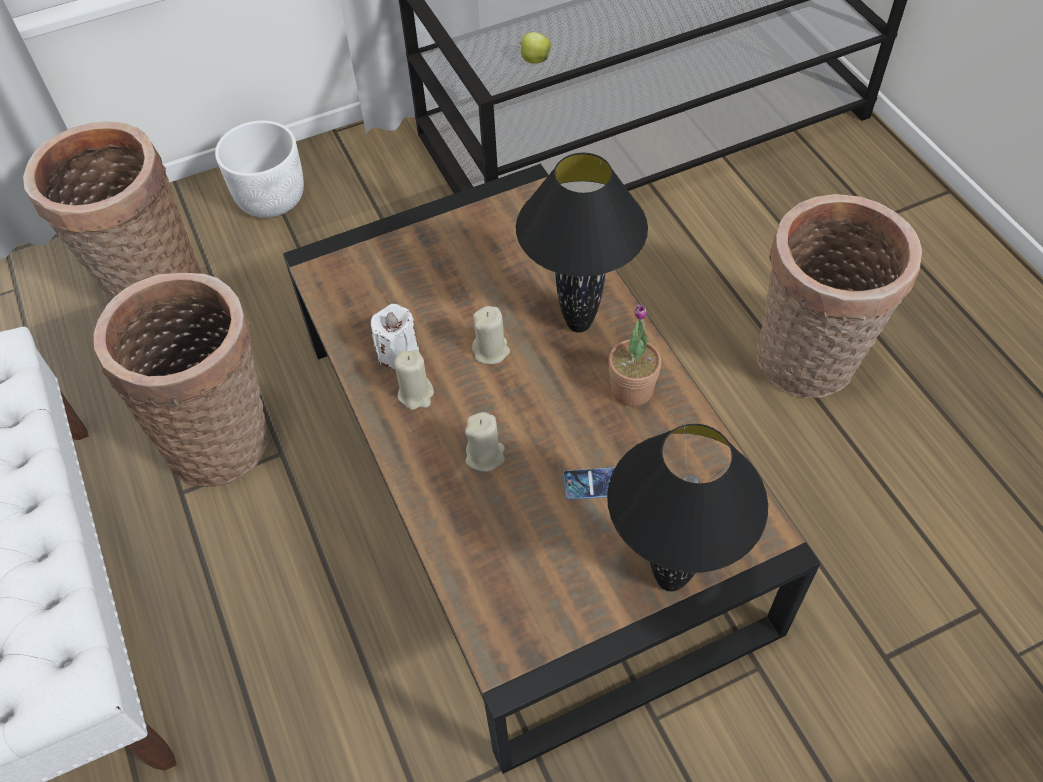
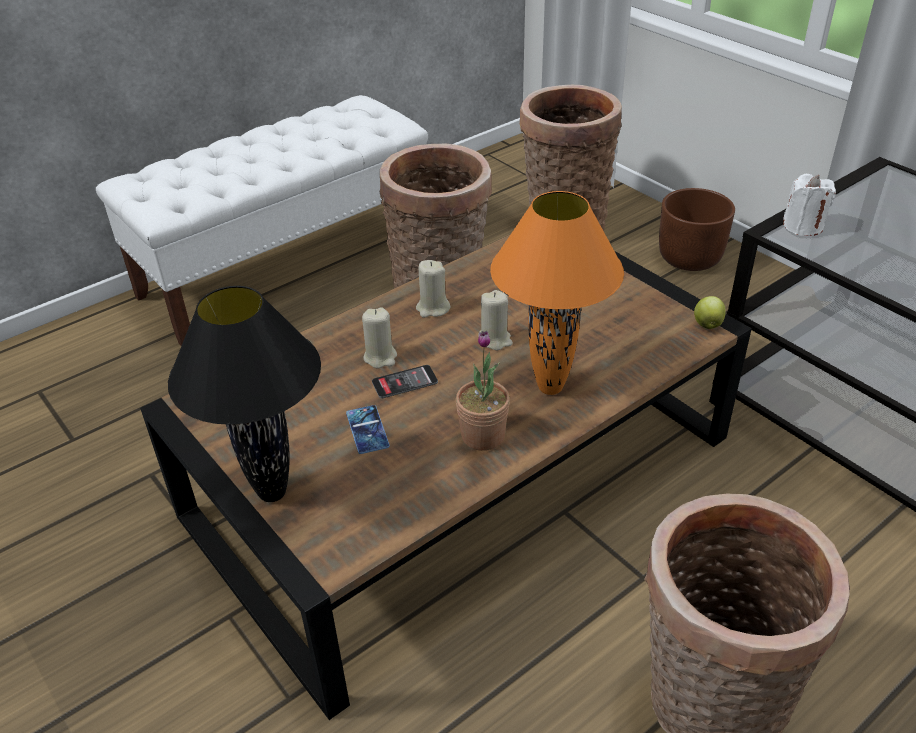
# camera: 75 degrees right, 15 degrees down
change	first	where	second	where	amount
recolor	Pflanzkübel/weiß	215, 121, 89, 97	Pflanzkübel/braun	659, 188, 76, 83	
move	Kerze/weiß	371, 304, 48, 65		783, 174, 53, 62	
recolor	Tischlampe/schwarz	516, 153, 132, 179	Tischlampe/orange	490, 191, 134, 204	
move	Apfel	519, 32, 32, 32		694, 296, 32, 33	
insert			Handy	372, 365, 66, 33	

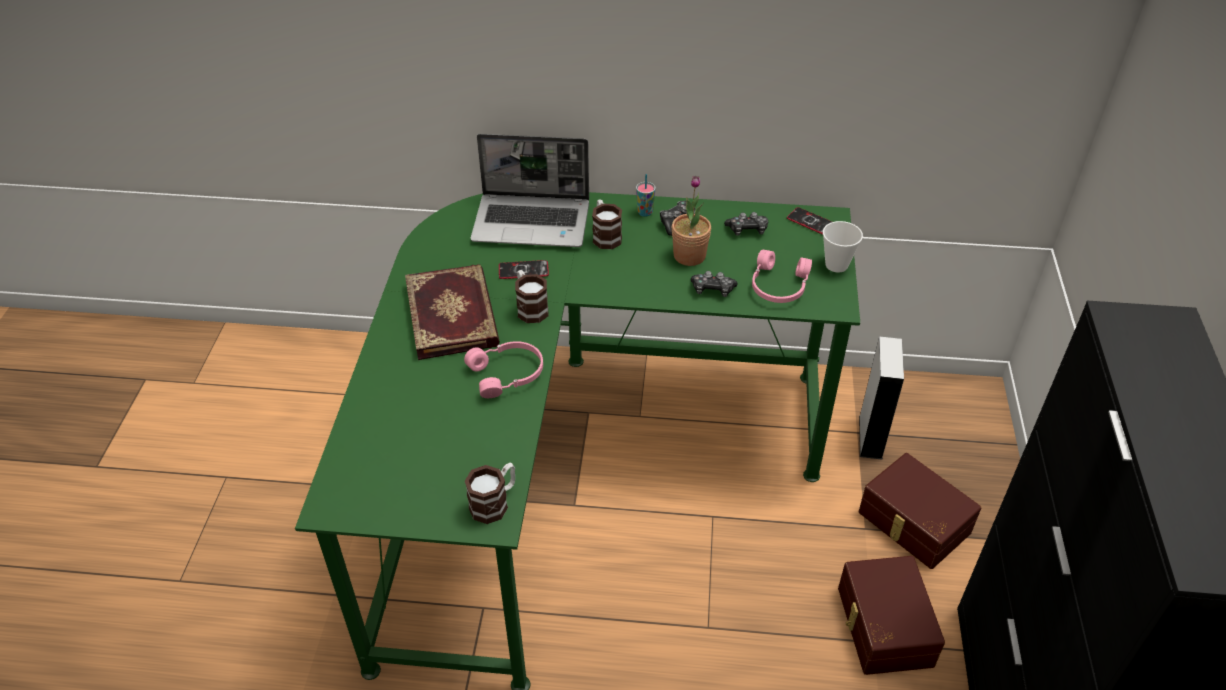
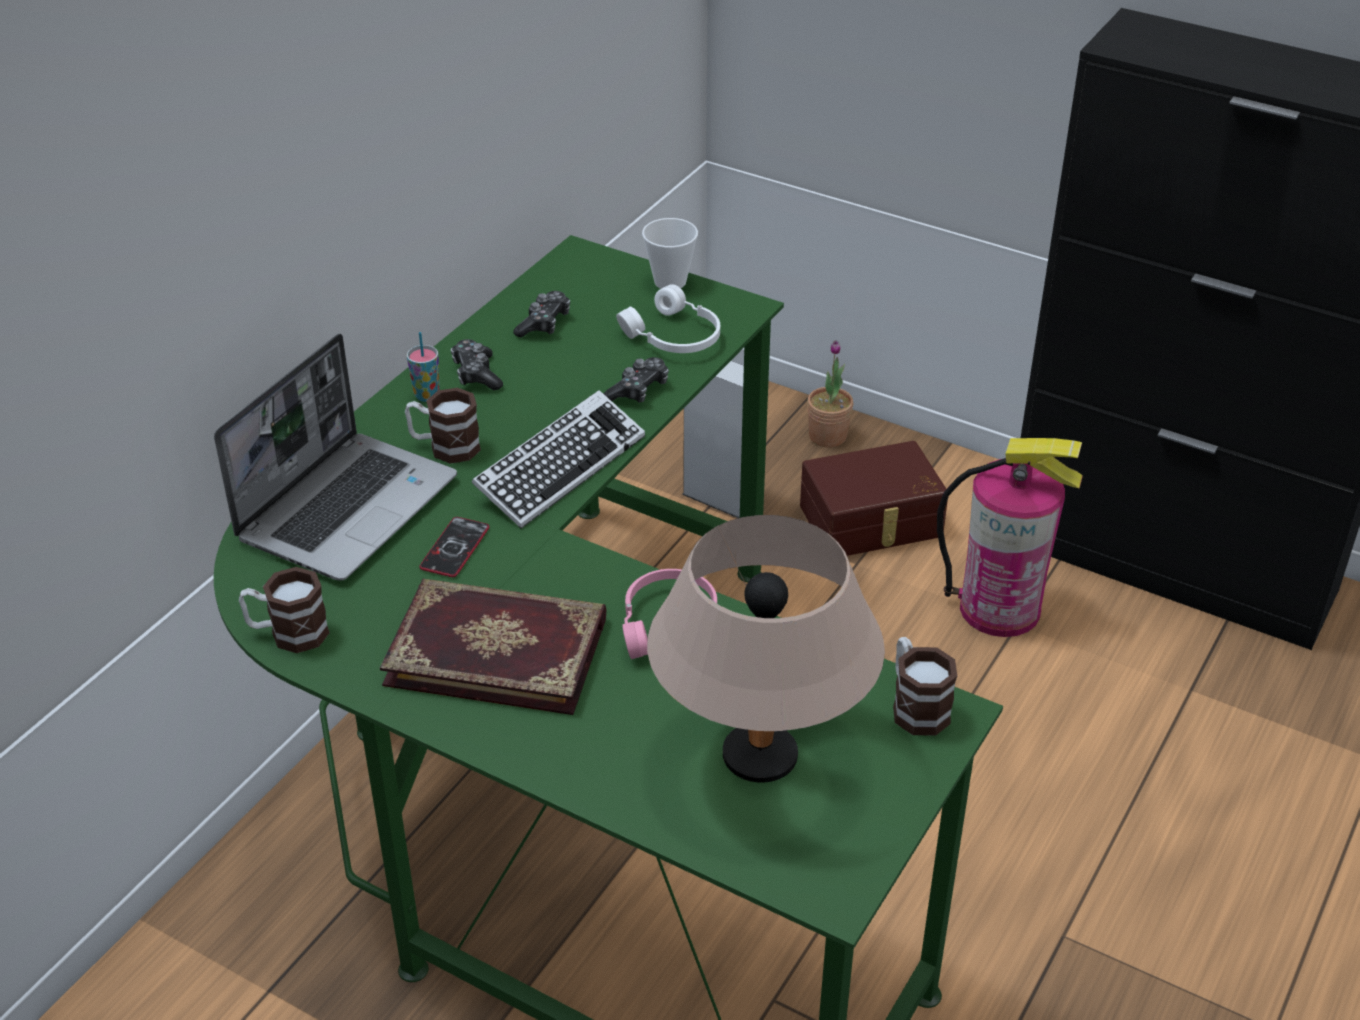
# camera: 65 degrees left, 5 degrees down
change	first	where	second	where	amount
move	Henkelbecher	515, 270, 34, 53		239, 567, 91, 86	
move	Topfpflanze	672, 175, 39, 91		807, 340, 46, 108	
recolor	Kopfhörer/rosa	752, 250, 60, 53	Kopfhörer/weiß	616, 284, 104, 69	
delete	Handy	787, 207, 45, 28			
replace	Aufbewahrungsbox/braun	838, 556, 107, 119	Feuerlöscher	937, 438, 146, 199	
insert			Tastatur	471, 390, 174, 138	
insert			Tischlampe/beige	647, 515, 238, 267	

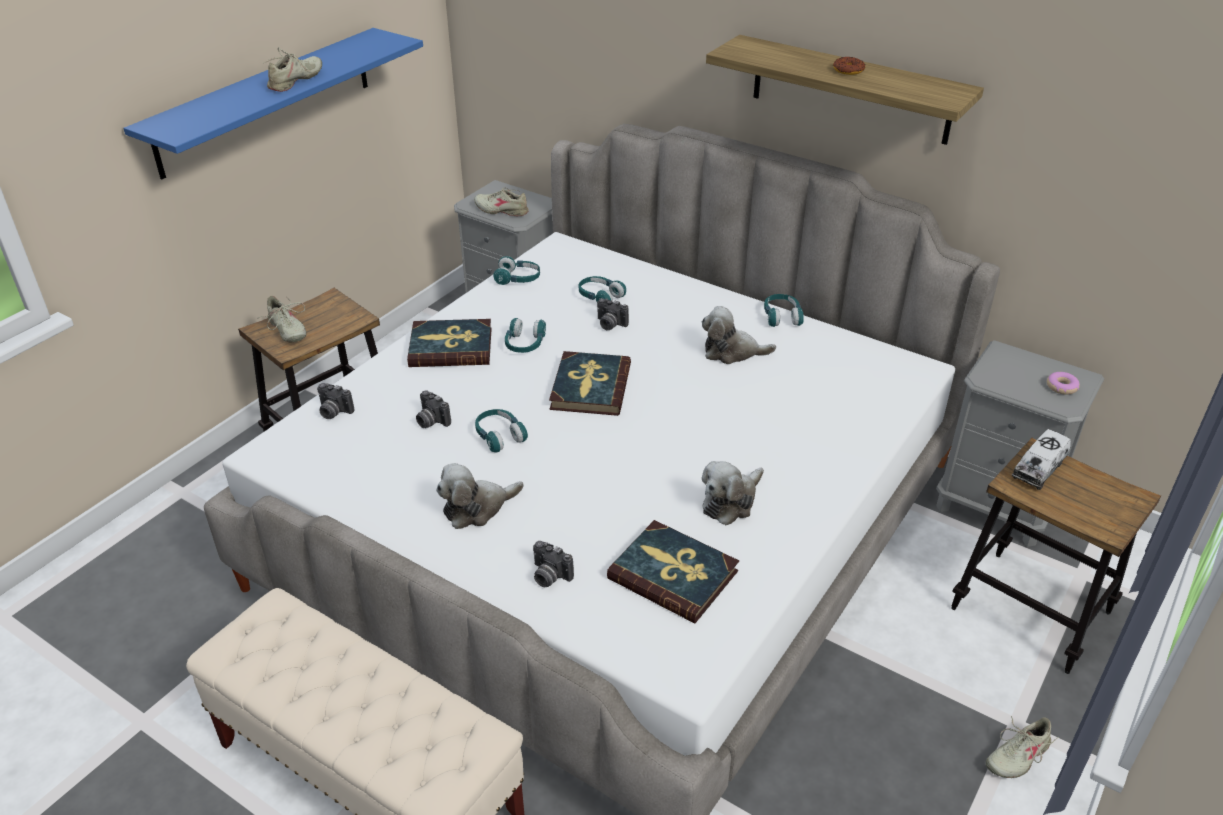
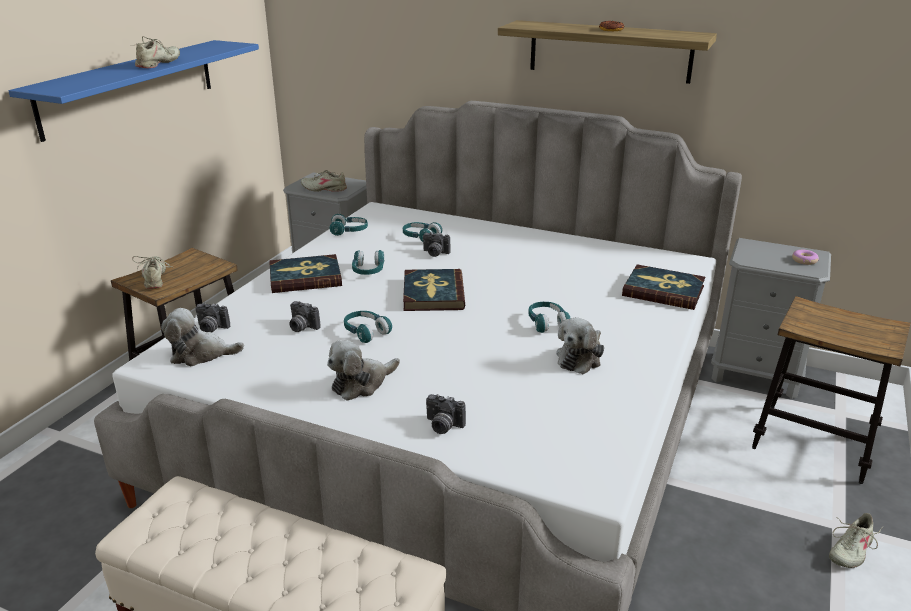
# camera: 10 degrees left, 10 degrees down
change	first	where	second	where	amount
rotate	Schuh/beige	258, 296, 49, 47		132, 256, 42, 33	150 degrees counterclockwise
move	Buch	607, 520, 132, 104		622, 264, 83, 46	
move	Plüschtier	702, 306, 74, 58		161, 308, 83, 58	
move	Kopfhörer/türkis	764, 294, 40, 33		528, 302, 43, 31	
delete	Spielzeuglaster	1012, 429, 59, 61			

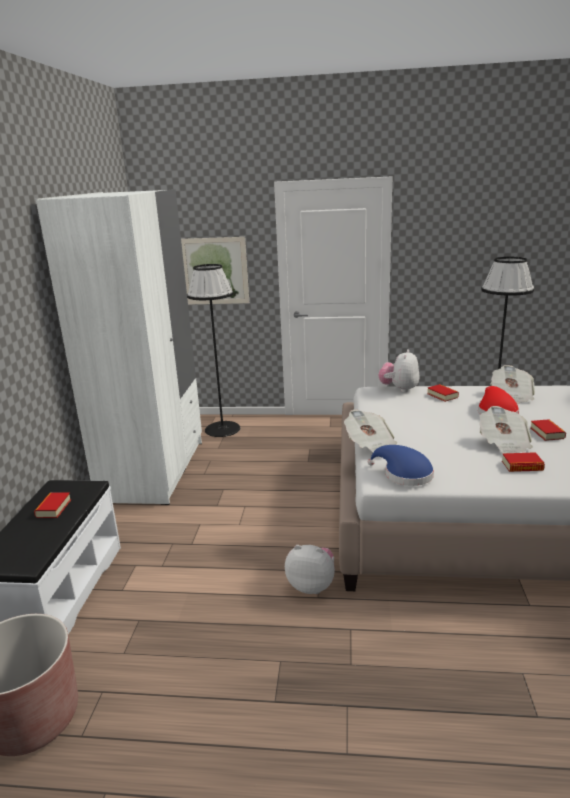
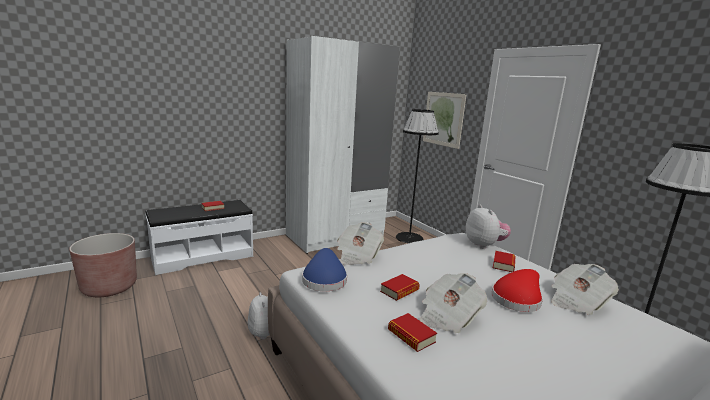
# camera: 50 degrees right, 5 degrees down
change	first	where	second	where	amount
rotate	Plüschtier	379, 349, 41, 43		465, 205, 46, 44	90 degrees clockwise
move	Buch	530, 419, 36, 22		380, 274, 40, 27	

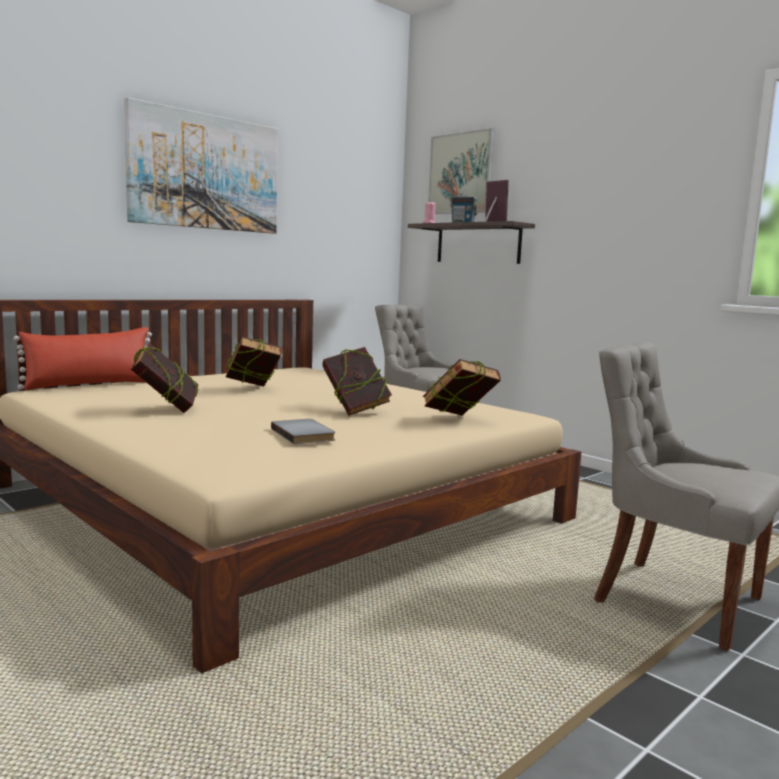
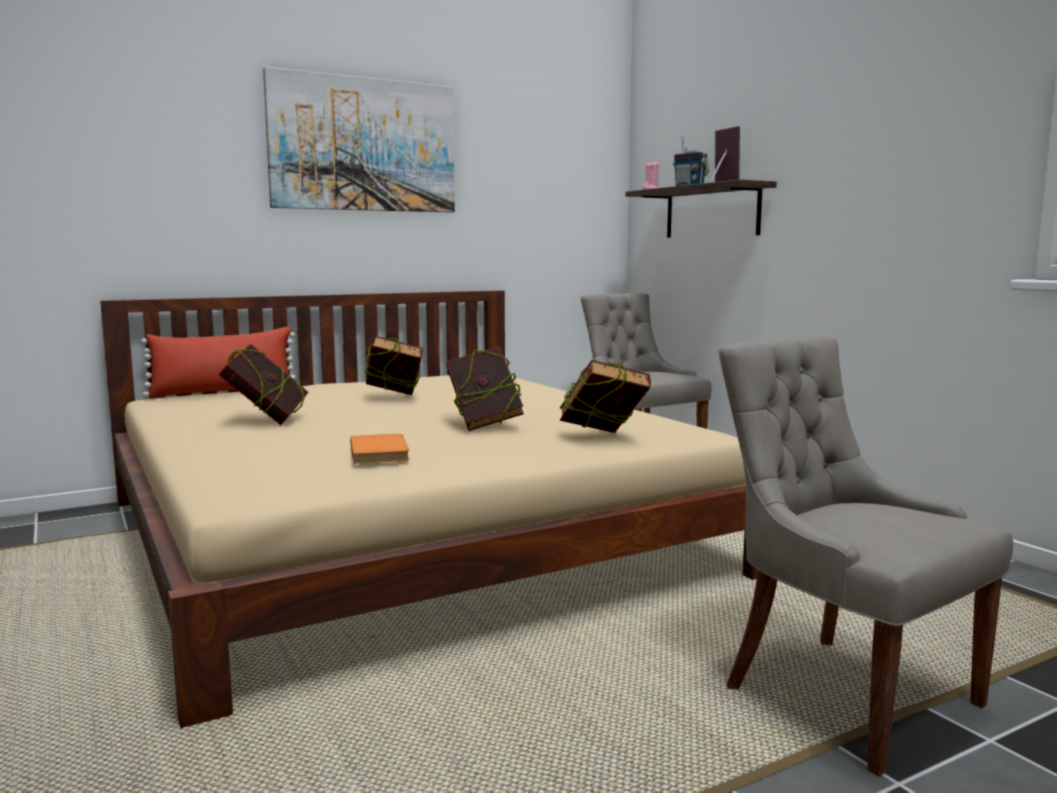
# camera: 15 degrees right, 0 degrees up
change	first	where	second	where	amount
recolor	Buch/grau	271, 419, 64, 25	Buch/orange	350, 434, 59, 30	
delete	Bild	428, 128, 66, 86			

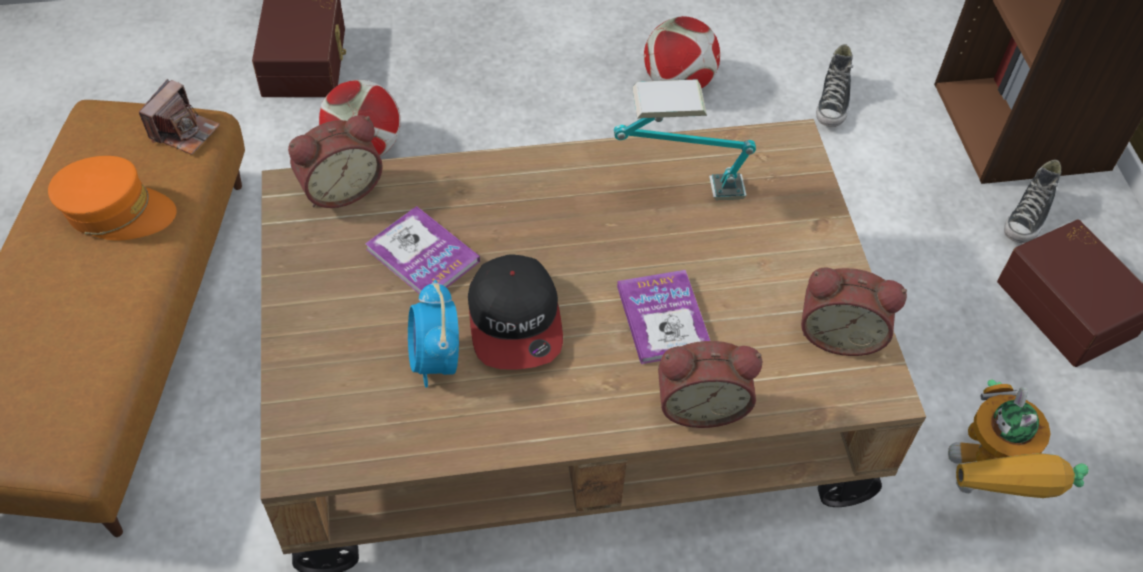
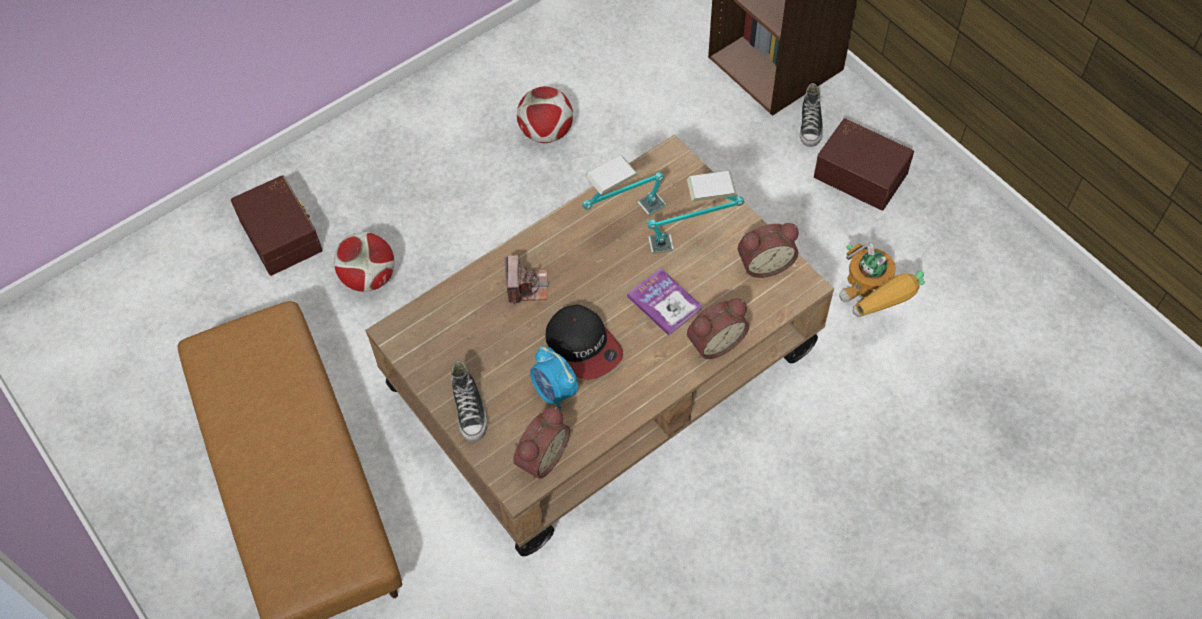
# camera: 25 degrees left, 5 degrees up
change	first	where	second	where	amount
delete	Kappe/orange	48, 156, 129, 85			
move	Kamera	139, 79, 81, 76		504, 255, 45, 49	
move	Wecker	288, 115, 95, 93		513, 407, 57, 72	
delete	Buch	365, 206, 115, 88			
move	Schuh	816, 44, 37, 83		451, 361, 36, 81	
insert			Tischlampe	648, 171, 96, 83	

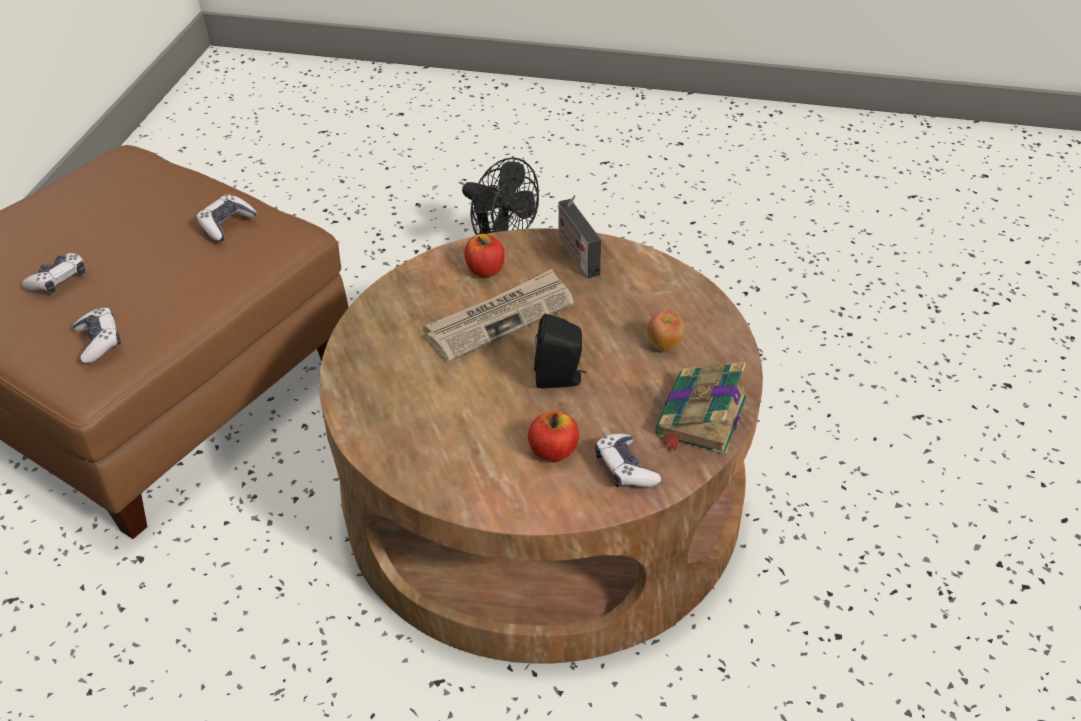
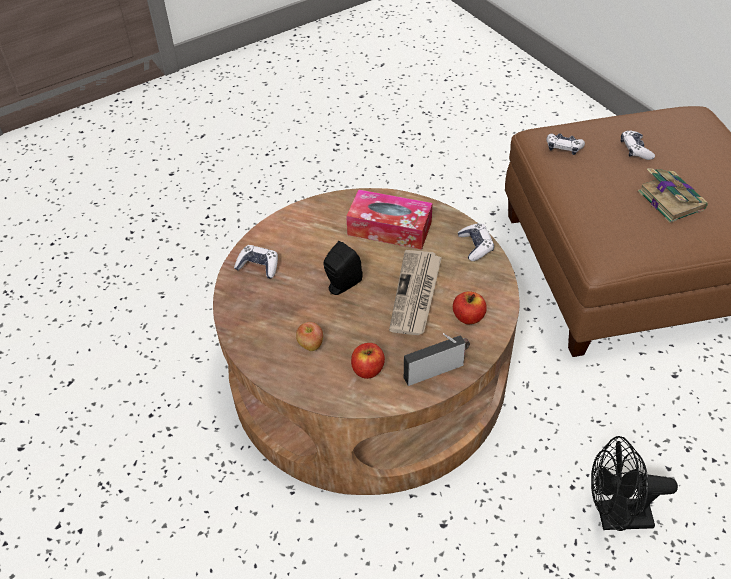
# camera: 135 degrees right, 5 degrees up
change	first	where	second	where	amount
move	Gamepad	196, 195, 61, 46		458, 223, 36, 38	
move	Apfel	528, 411, 51, 51		351, 343, 34, 36	
rotate	Radio	558, 194, 43, 84		404, 333, 66, 53	45 degrees counterclockwise
move	Buch	655, 362, 92, 93		638, 168, 70, 55	
insert			Taschentuchbox	346, 189, 87, 61	

